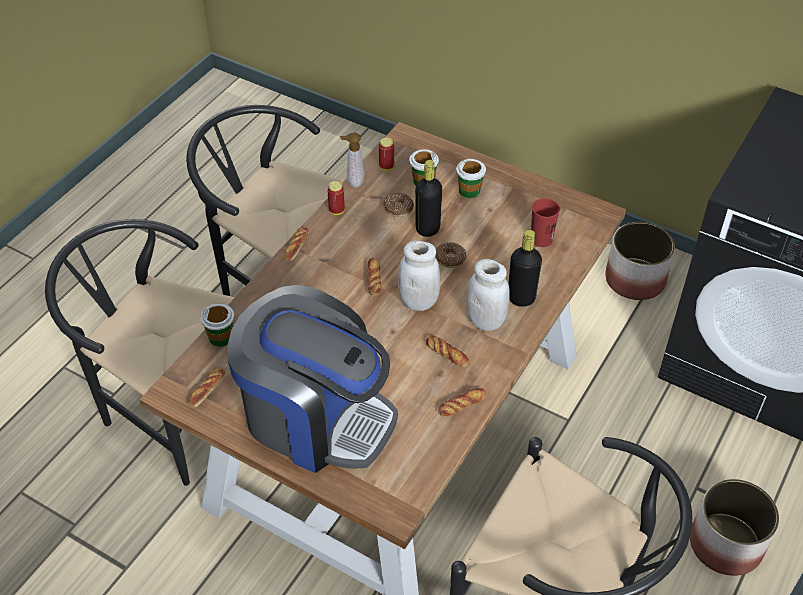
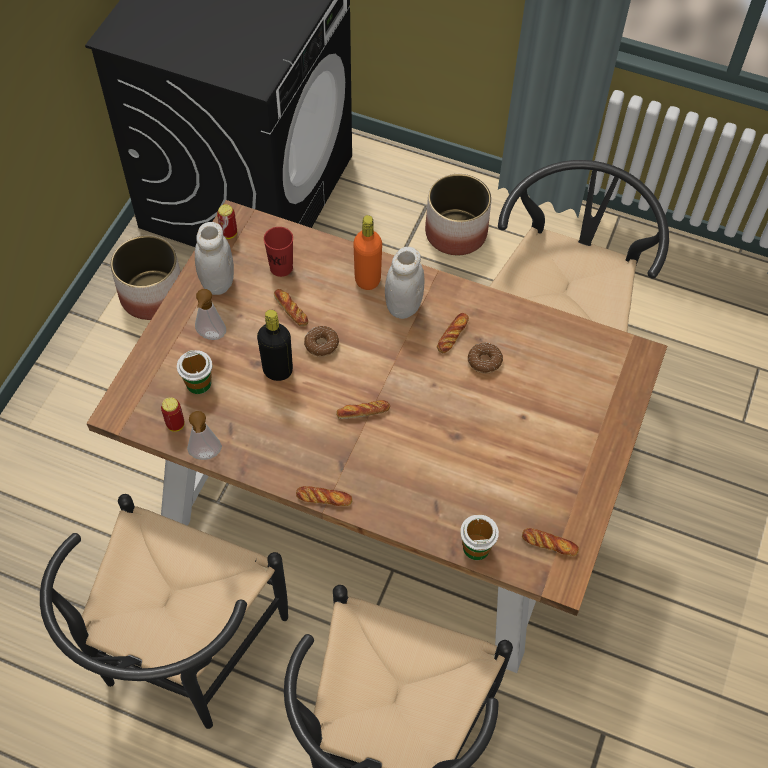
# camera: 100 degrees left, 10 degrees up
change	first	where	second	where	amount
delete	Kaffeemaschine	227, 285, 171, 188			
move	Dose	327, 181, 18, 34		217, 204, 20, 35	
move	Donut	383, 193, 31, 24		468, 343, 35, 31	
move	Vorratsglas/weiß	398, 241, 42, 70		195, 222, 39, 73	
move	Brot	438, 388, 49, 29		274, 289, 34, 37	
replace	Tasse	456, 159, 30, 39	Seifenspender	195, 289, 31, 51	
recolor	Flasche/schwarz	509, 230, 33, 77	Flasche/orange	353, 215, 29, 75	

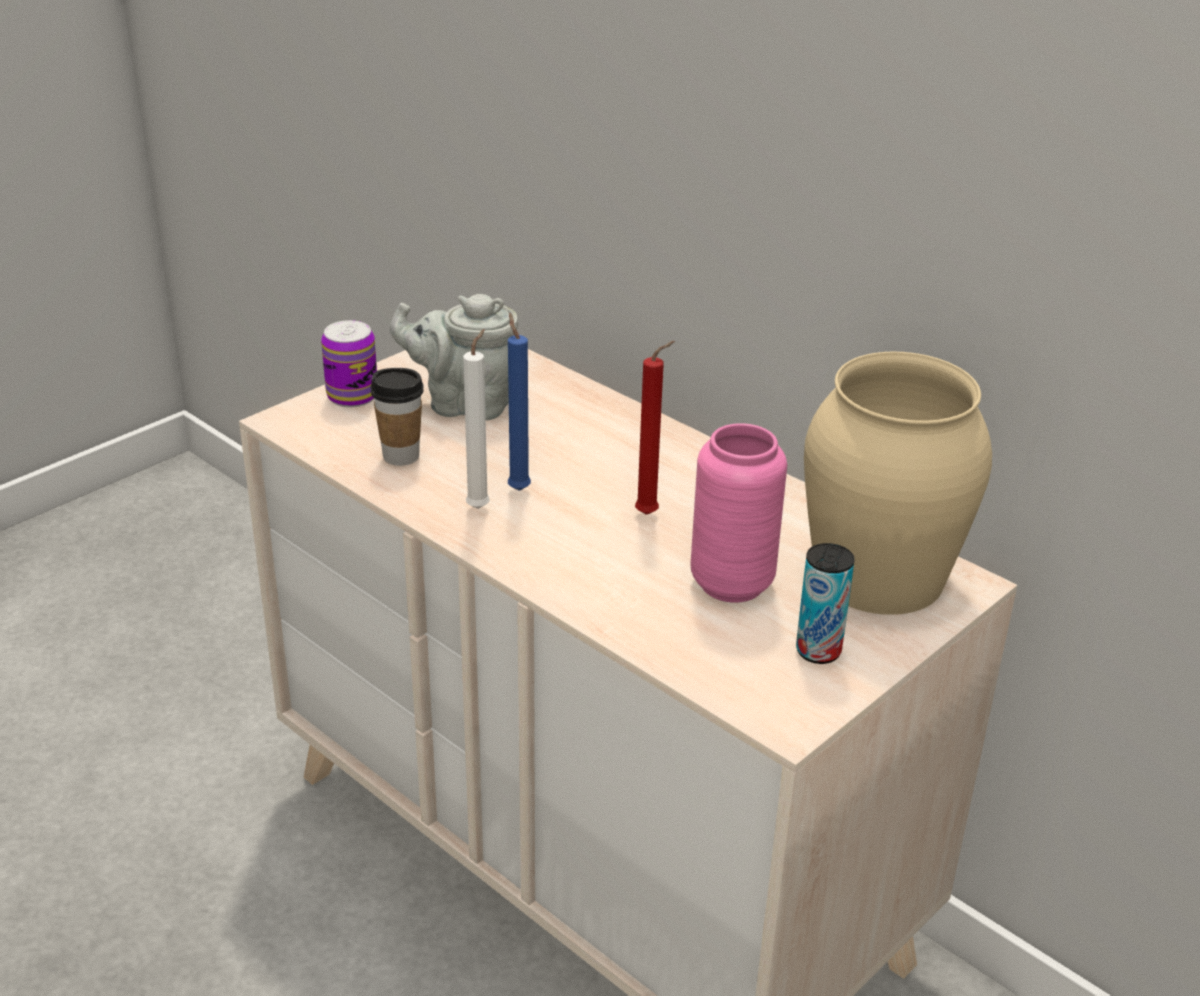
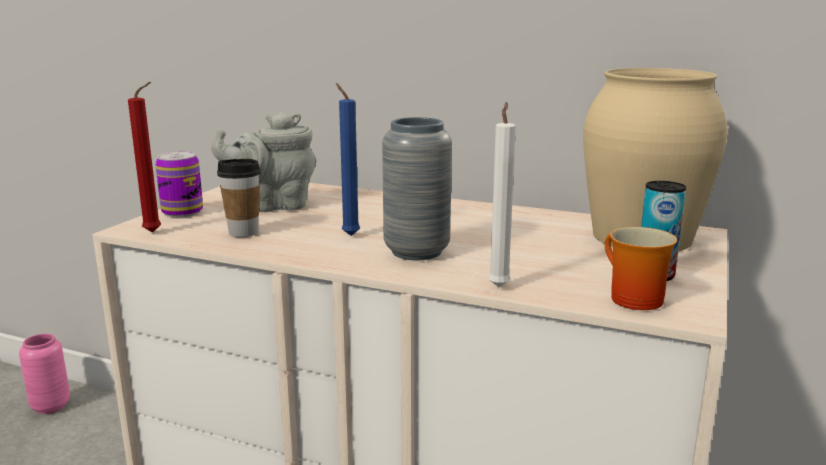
# camera: 20 degrees left, 15 degrees down
change	first	where	second	where	amount
move	Kerze/weiß	463, 329, 27, 180		488, 102, 28, 185	
move	Kerze/rot	635, 341, 40, 174		128, 82, 33, 151	
move	Vase/rosa	690, 423, 97, 180		19, 334, 51, 80	
insert			Vase/grau	382, 117, 70, 143	
insert			Henkelbecher	605, 227, 72, 83	

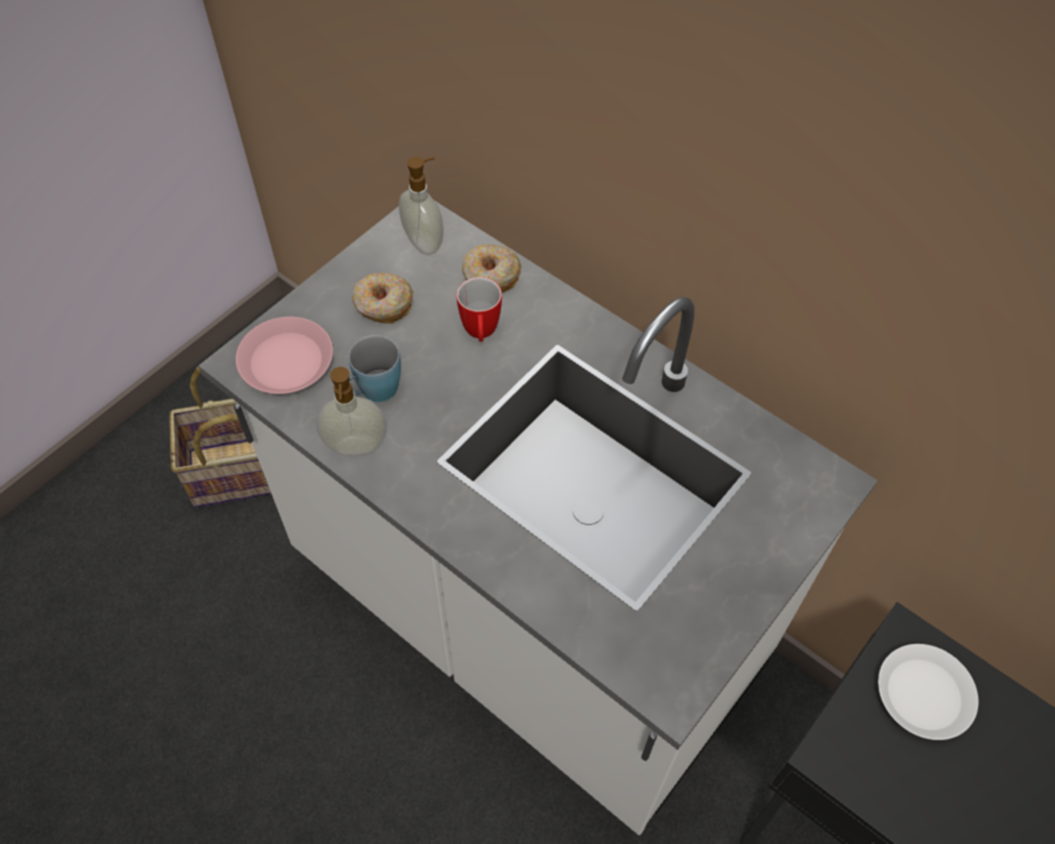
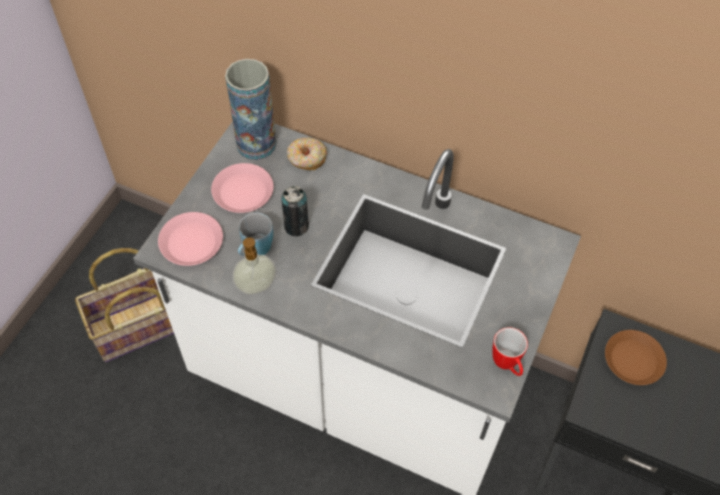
# camera: 15 degrees left, 0 degrees up
change	first	where	second	where	amount
replace	Donut	353, 272, 60, 52	Teller/rosa	211, 163, 63, 50	
replace	Seifenspender	399, 157, 45, 98	Vase	225, 59, 51, 101	
move	Henkelbecher	456, 277, 46, 65		492, 327, 36, 49	
recolor	Teller/weiß	878, 644, 100, 96	Teller/braun	605, 330, 62, 55	
insert			Dose	281, 186, 28, 50	

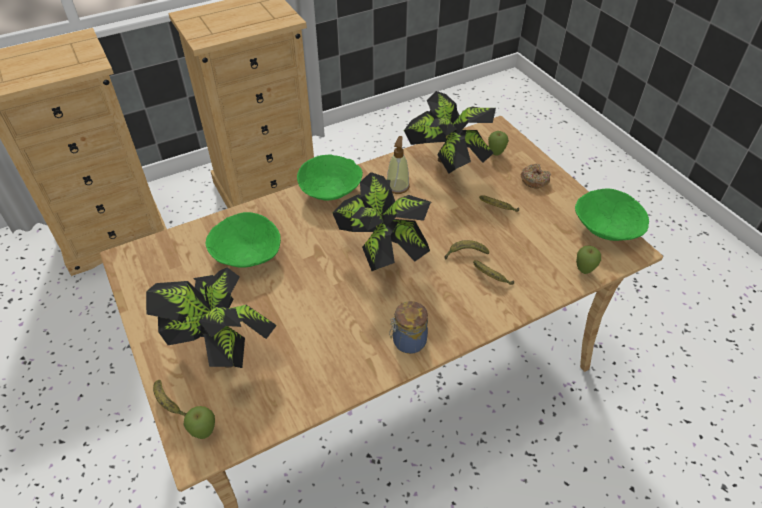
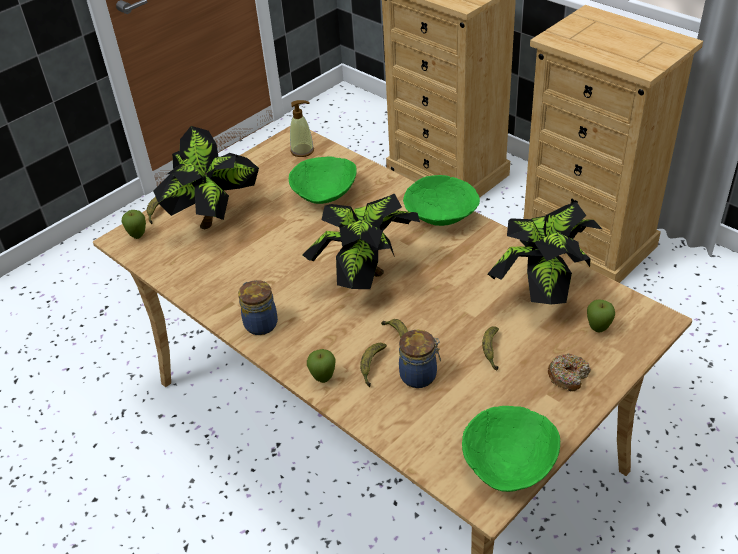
# camera: 75 degrees right, 5 degrees down
change	first	where	second	where	amount
move	Seifenspender	387, 136, 23, 58		290, 100, 24, 57	
move	Apfel	576, 246, 25, 28		307, 349, 29, 34	
insert			Vorratsglas	399, 330, 42, 58	

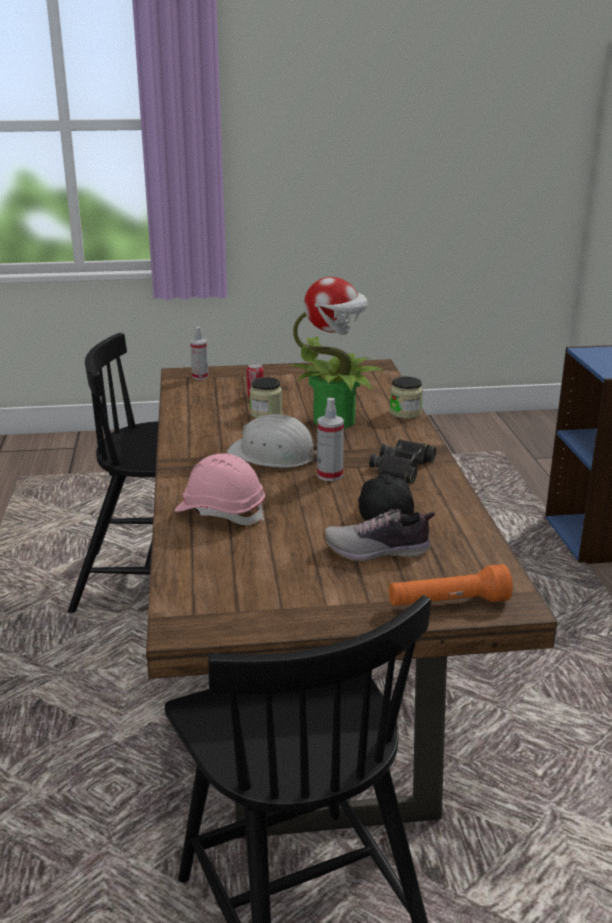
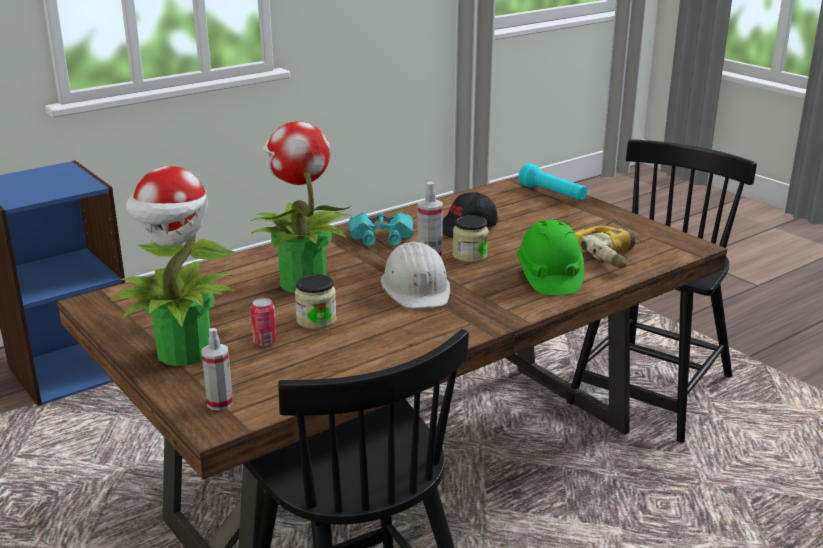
# camera: 120 degrees left, 0 degrees up
change	first	where	second	where	amount
recolor	Schutzhelm/rosa	174, 453, 91, 72	Schutzhelm/grün	517, 220, 67, 75	
delete	Schuh	323, 509, 112, 52			
recolor	Fernglas/schwarz	369, 439, 67, 45	Fernglas/türkis	348, 212, 66, 34	
recolor	Taschenlampe/orange	389, 564, 124, 42	Taschenlampe/türkis	518, 163, 69, 37	
move	Vorratsglas	390, 376, 33, 43		453, 215, 35, 47	
insert			Topfpflanze	110, 166, 126, 200	
insert			Bohrmaschine	575, 219, 75, 49	

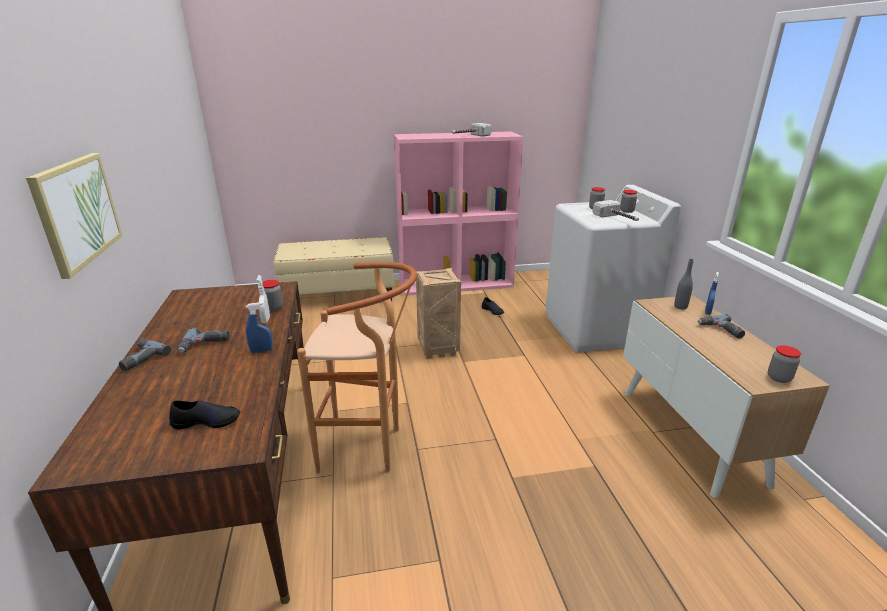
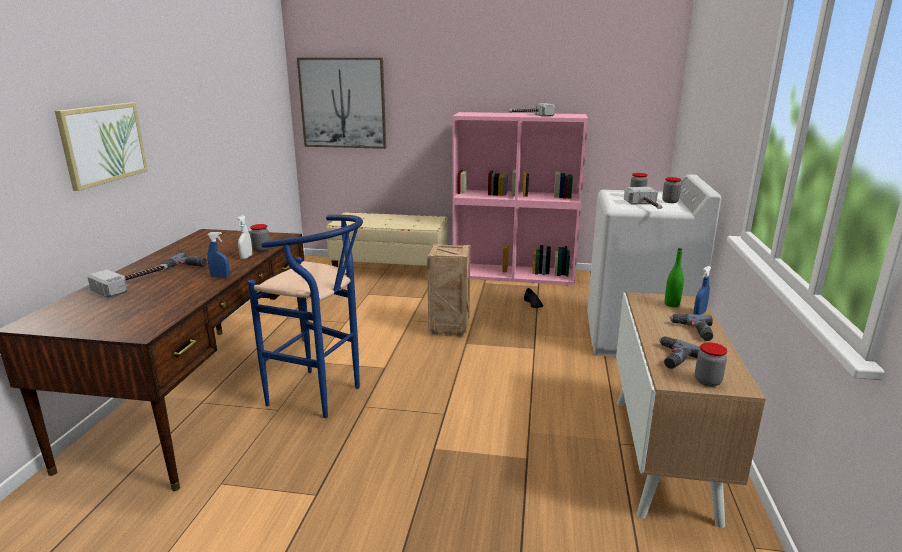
# camera: 20 degrees right, 5 degrees down
change	first	where	second	where	amount
move	Bohrmaschine	119, 339, 52, 32		659, 336, 42, 33	
delete	Schuh/schwarz	169, 400, 71, 29			
recolor	Hocker/braun	297, 262, 120, 212	Hocker/blau	248, 215, 115, 203	
recolor	Flasche/grau	674, 259, 19, 50	Flasche/grün	665, 248, 19, 59	
insert			Hammer	88, 264, 80, 34	
insert			Bild	297, 58, 89, 91	

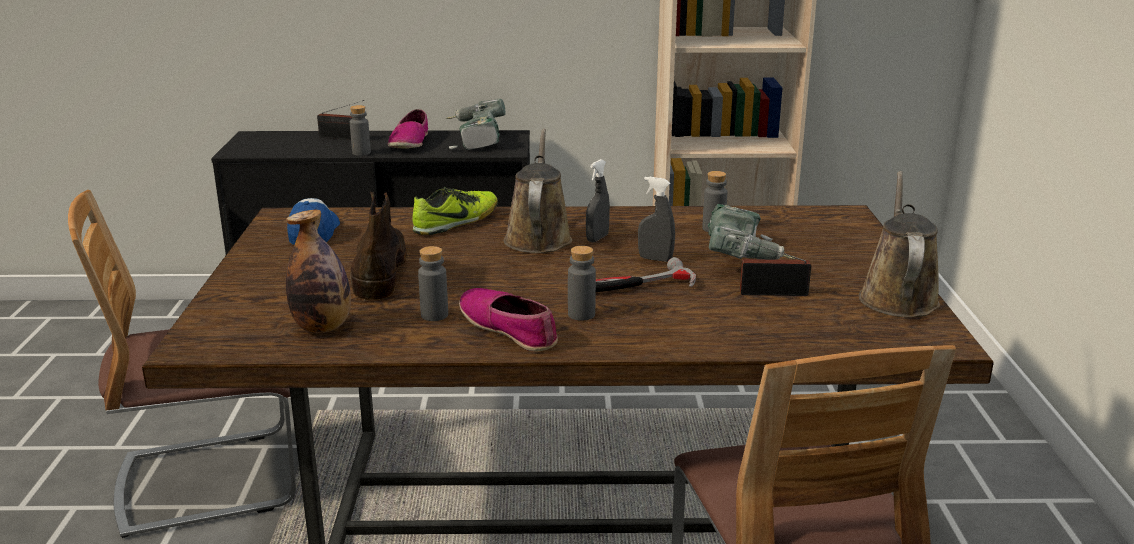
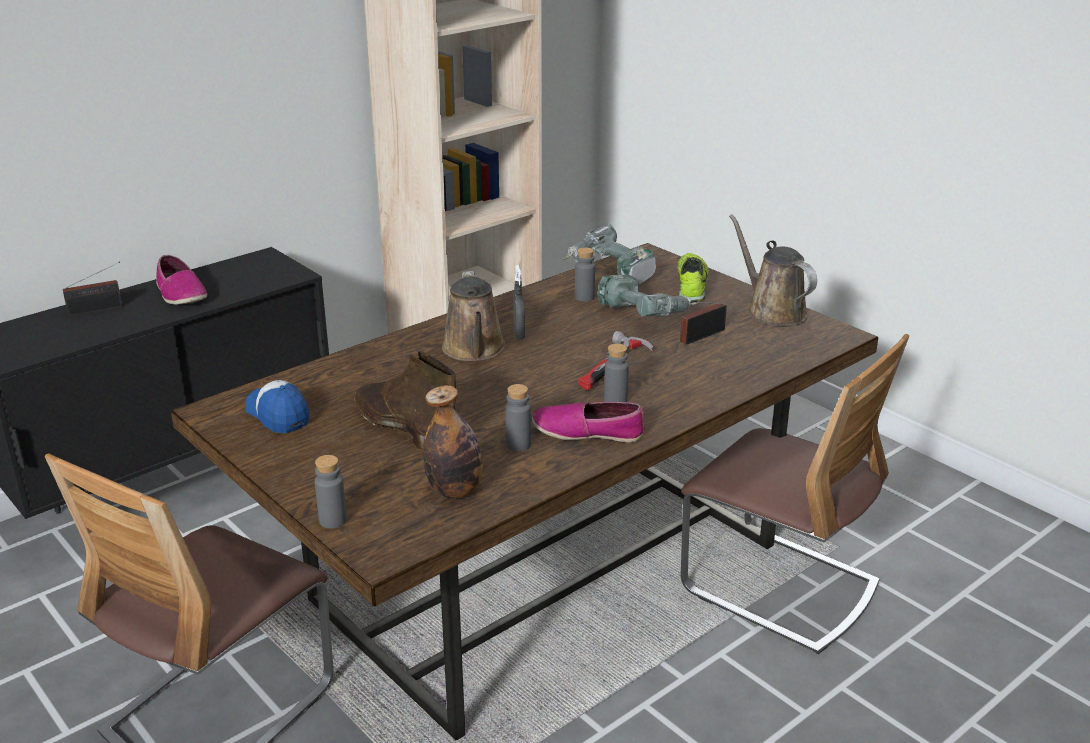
# camera: 40 degrees left, 5 degrees up
change	first	where	second	where	amount
move	Flasche/grau	350, 105, 21, 51		315, 455, 32, 73	
move	Schuh	412, 187, 86, 48		677, 253, 32, 49	
move	Bohrmaschine	446, 99, 60, 51		561, 224, 95, 61	
rotate	Gießkanne/braun	504, 129, 68, 124		442, 271, 63, 90	150 degrees counterclockwise
delete	Sprühflasche/grau	638, 177, 37, 85			

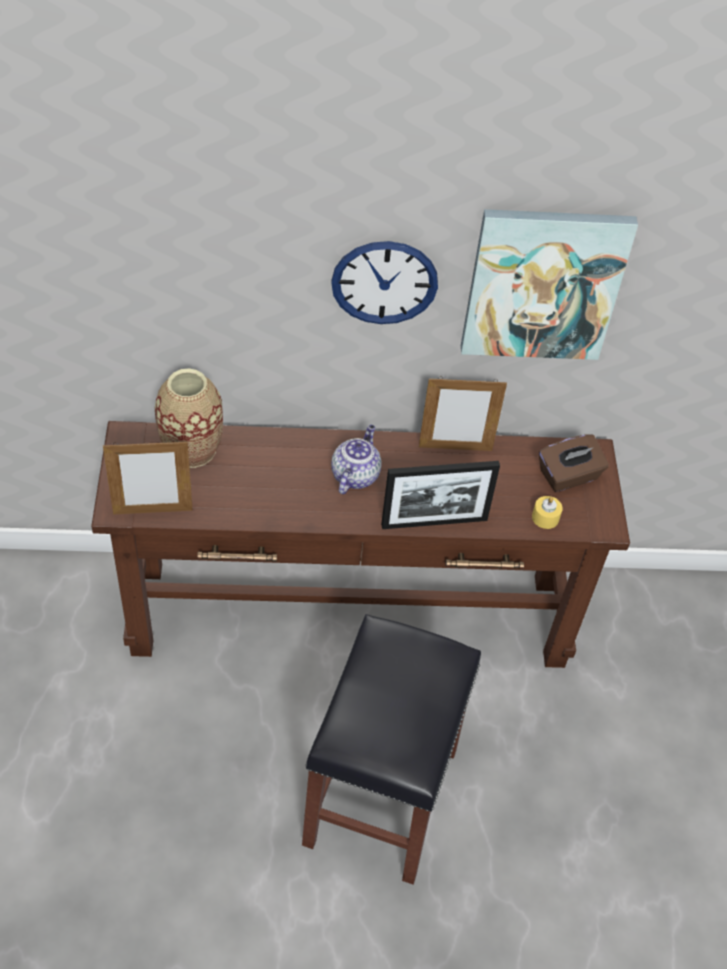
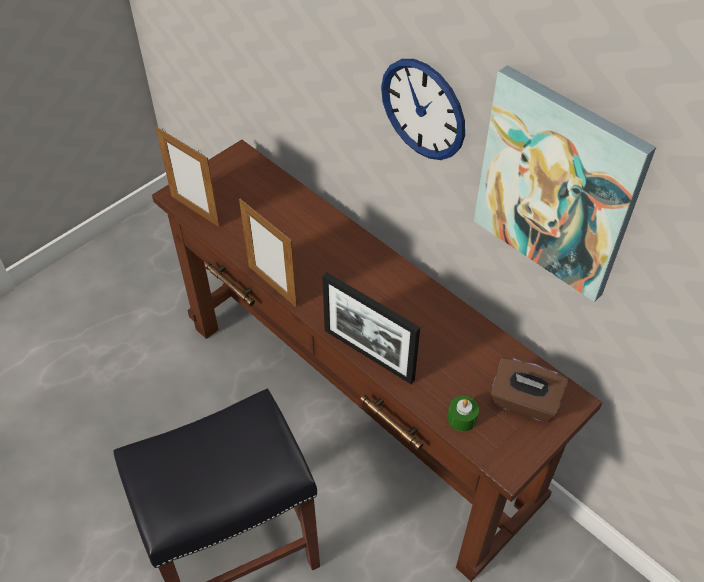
# camera: 50 degrees right, 0 degrees up
change	first	where	second	where	amount
delete	Vase	155, 368, 68, 100			
delete	Teekanne	331, 425, 51, 69			
move	Bilderrahmen	419, 376, 88, 75		239, 199, 58, 109	
recolor	Kerze/gelb	532, 496, 31, 33	Kerze/grün	448, 396, 31, 36	

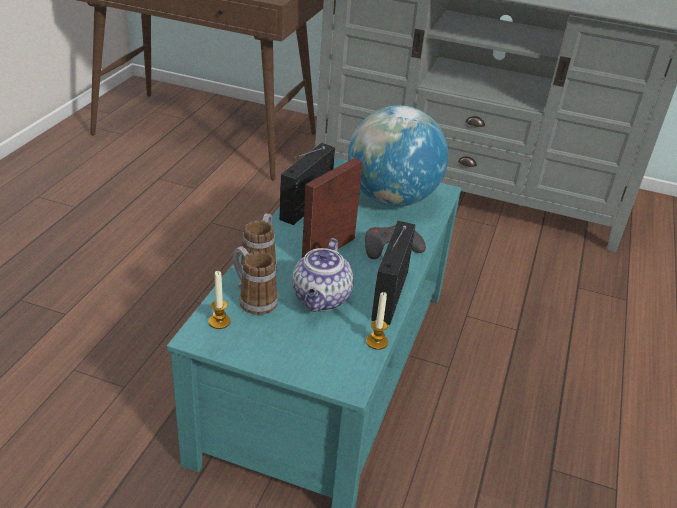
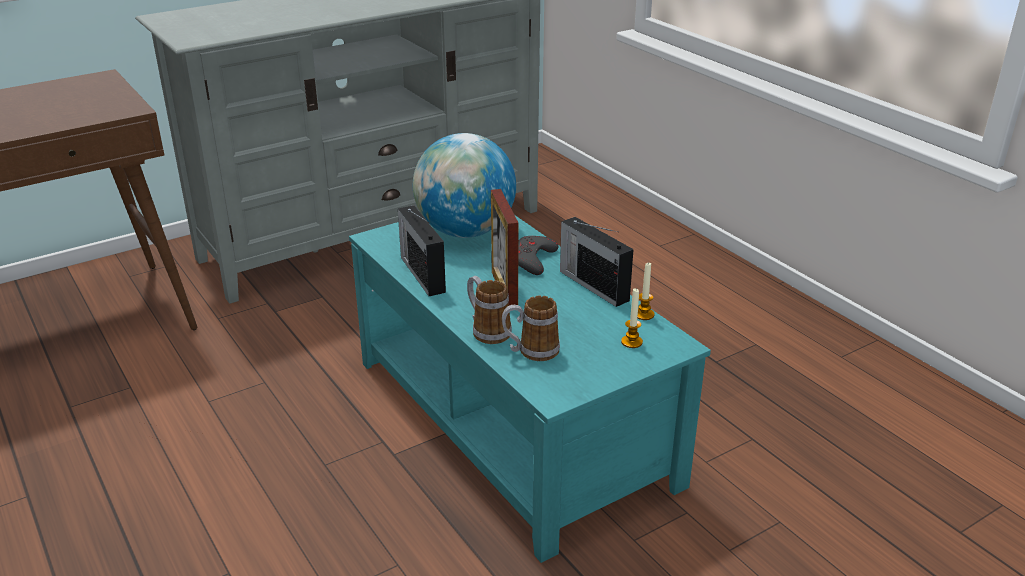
# camera: 50 degrees left, 5 degrees down
change	first	where	second	where	amount
move	Kerze	209, 271, 22, 58		621, 288, 22, 60	
delete	Teekanne	292, 238, 62, 74			

